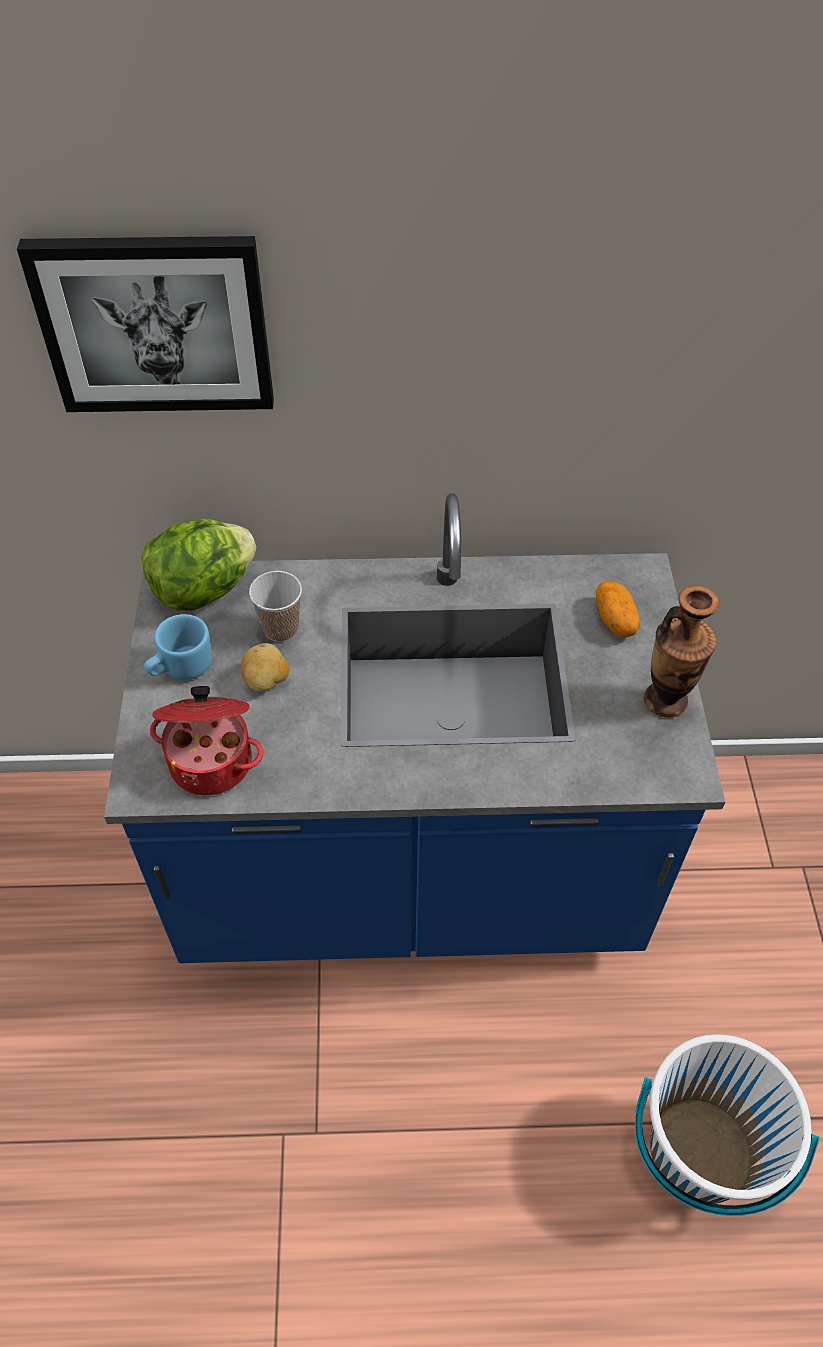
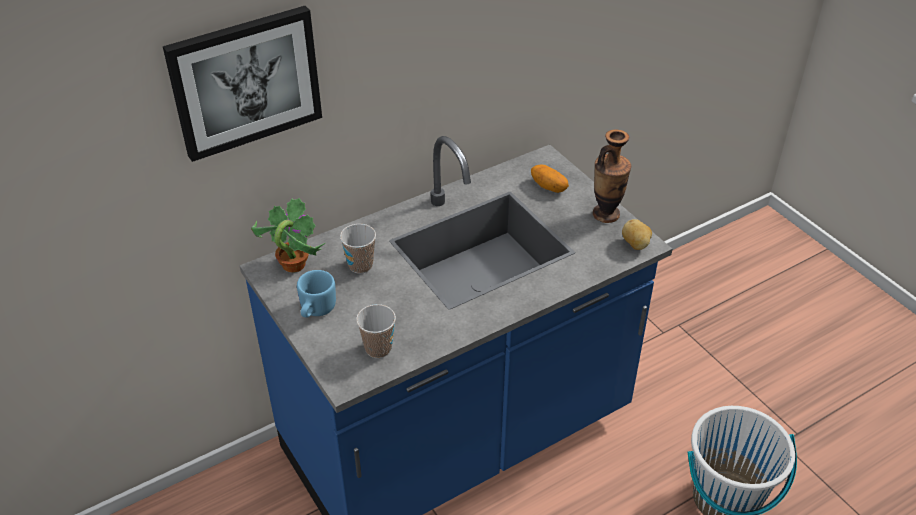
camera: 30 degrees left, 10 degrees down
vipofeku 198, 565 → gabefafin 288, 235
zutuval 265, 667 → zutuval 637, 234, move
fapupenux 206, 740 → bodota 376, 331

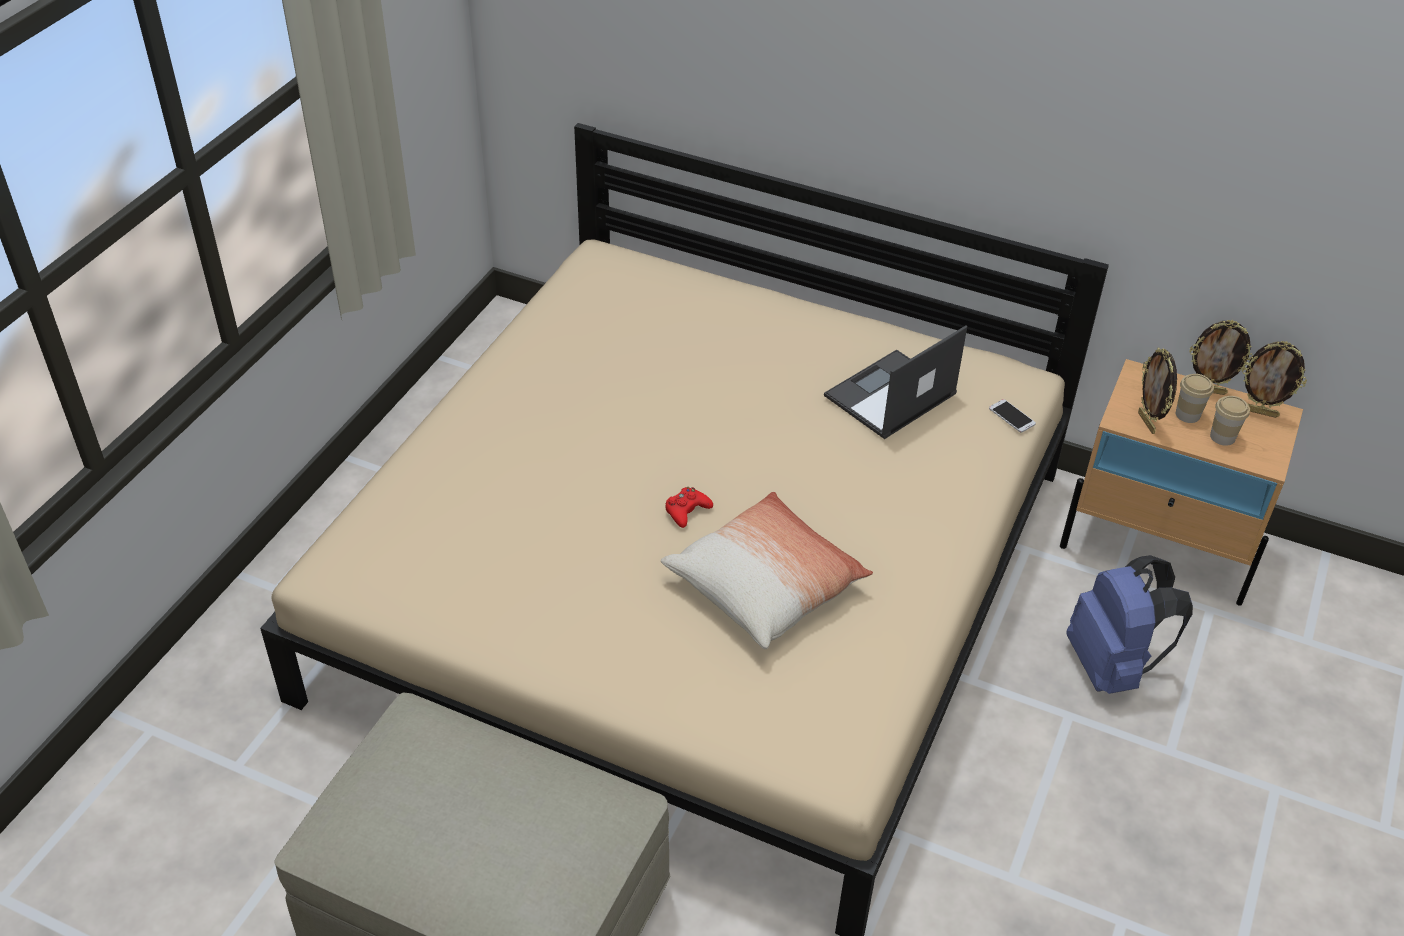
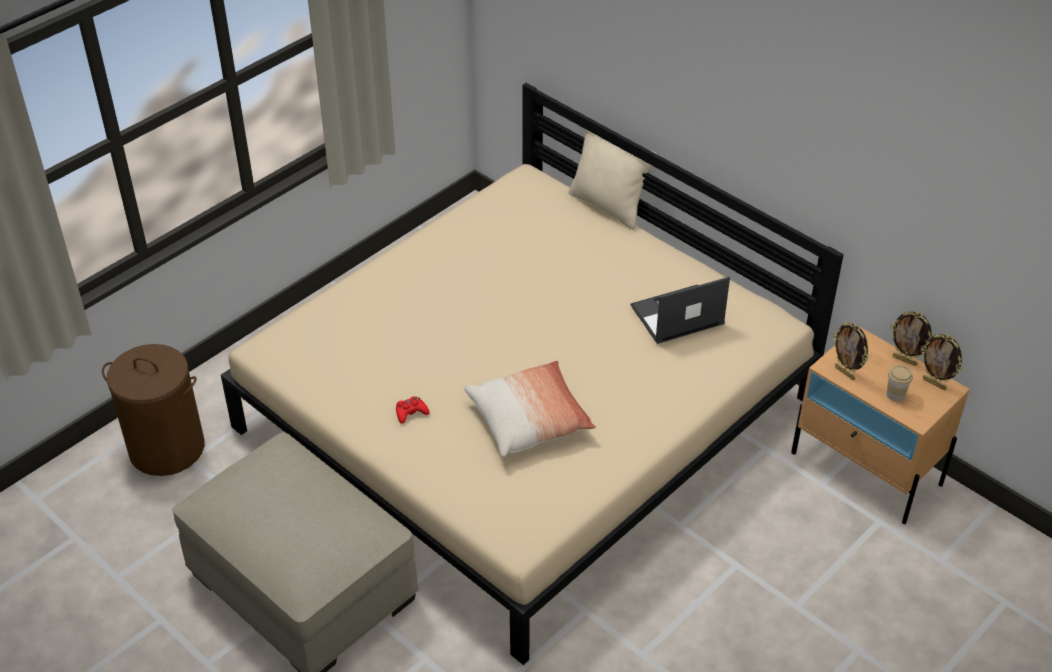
camera: 20 degrees right, 0 degrees up
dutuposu 1157, 391 → dutuposu 850, 351, 45 degrees counterclockwise
bodota 1195, 398 → -
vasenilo 1012, 416 → -
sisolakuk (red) 689, 507 → sisolakuk (red) 412, 410, move
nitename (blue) 1129, 624 → -
- → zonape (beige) 612, 179
- → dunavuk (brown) 153, 410

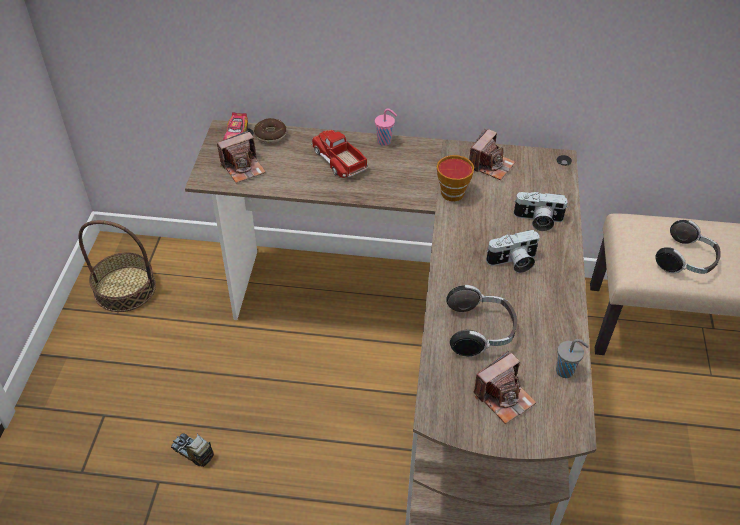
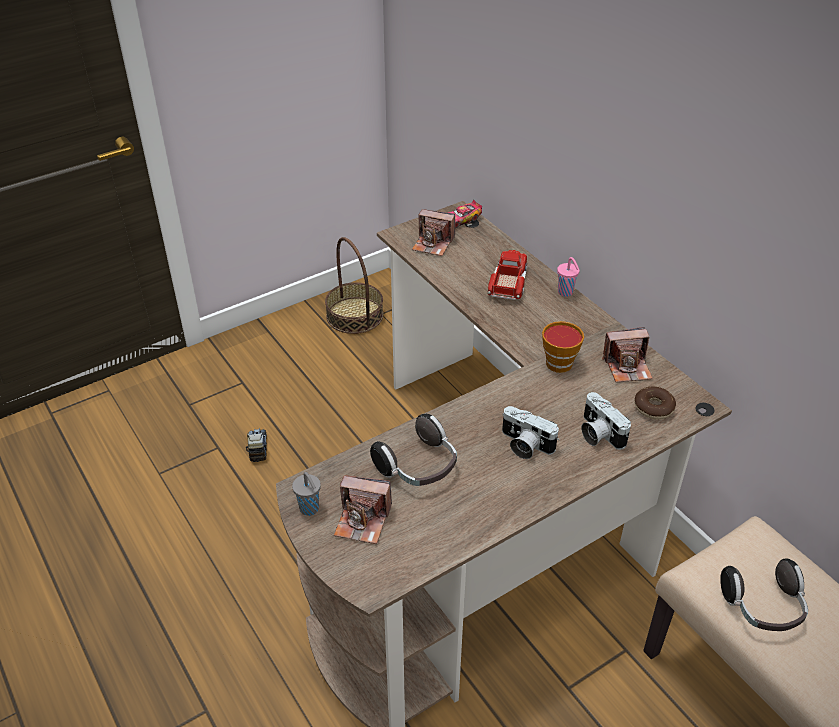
camera: 50 degrees right, 5 degrees down
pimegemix 270, 130 → pimegemix 655, 403, move
bodota (grey) 572, 358 → bodota (grey) 306, 494, move

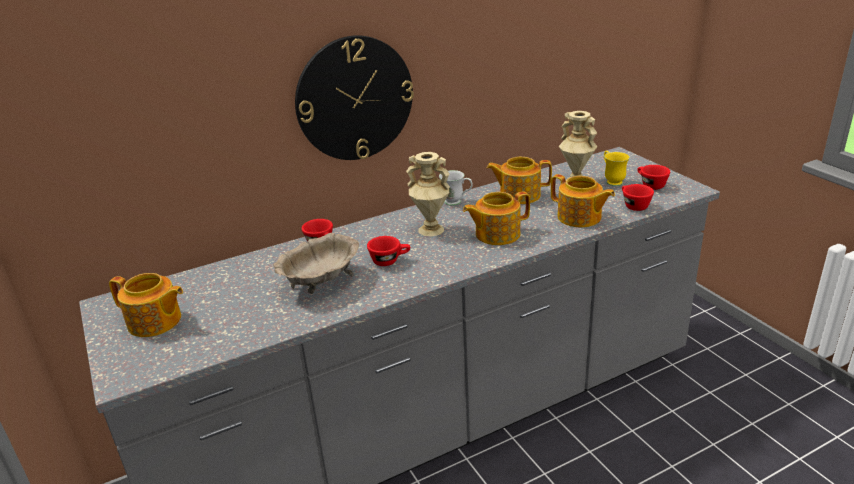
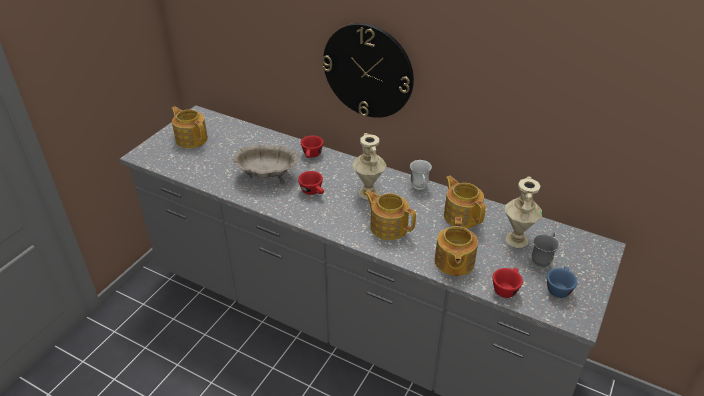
camera: 55 degrees right, 10 degrees up
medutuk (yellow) 617, 168 → medutuk (grey) 545, 250
bodota (red) 653, 177 → bodota (blue) 562, 282
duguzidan 146, 305 → duguzidan 189, 127, 150 degrees clockwise

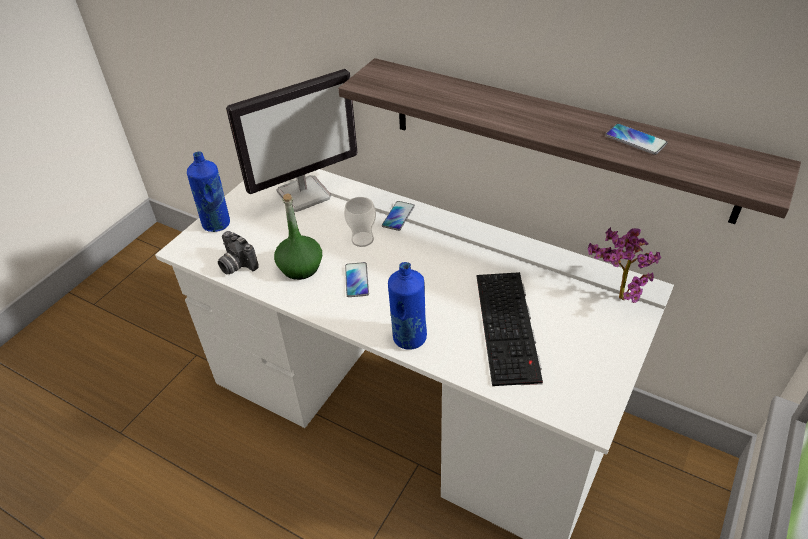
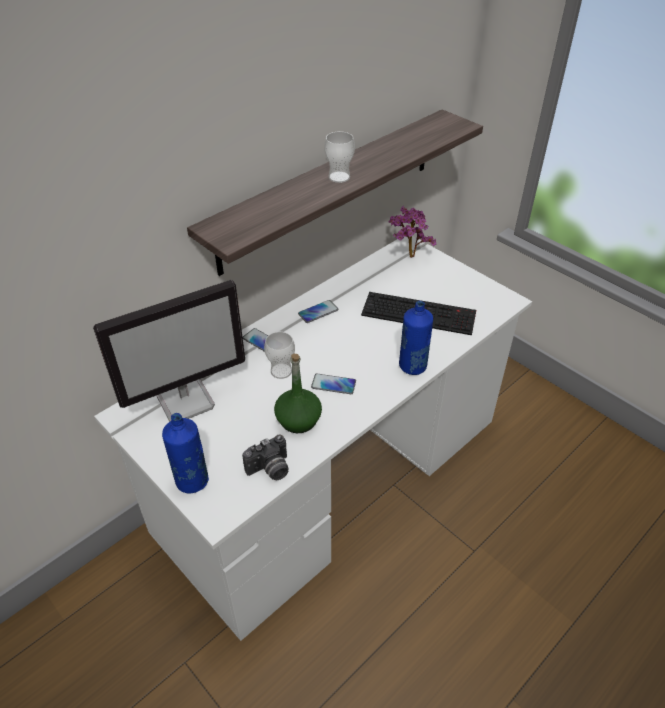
camera: 75 degrees left, 0 degrees up
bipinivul 291, 140 → bipinivul 169, 351, 75 degrees clockwise
vasenilo 636, 139 → vasenilo 318, 311, move
- → bodota 339, 157

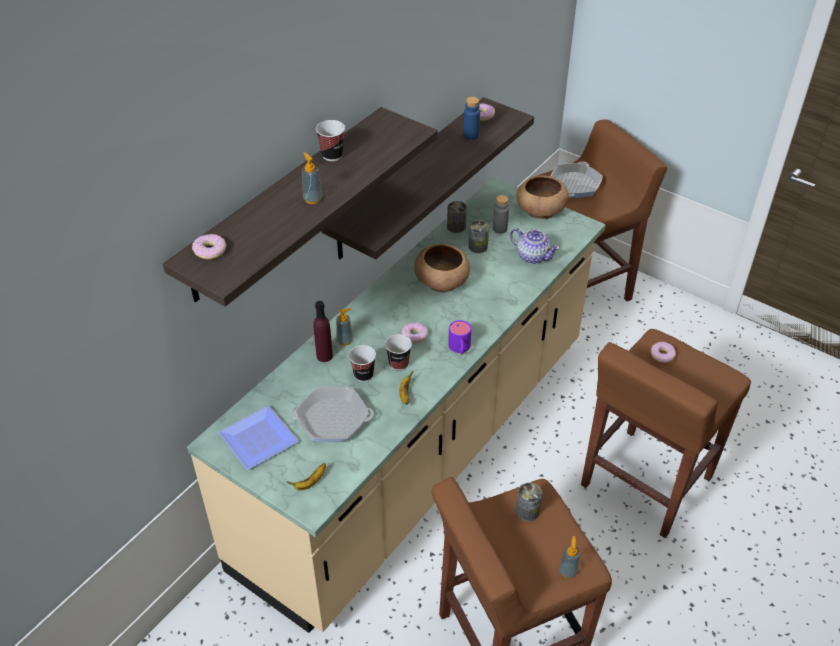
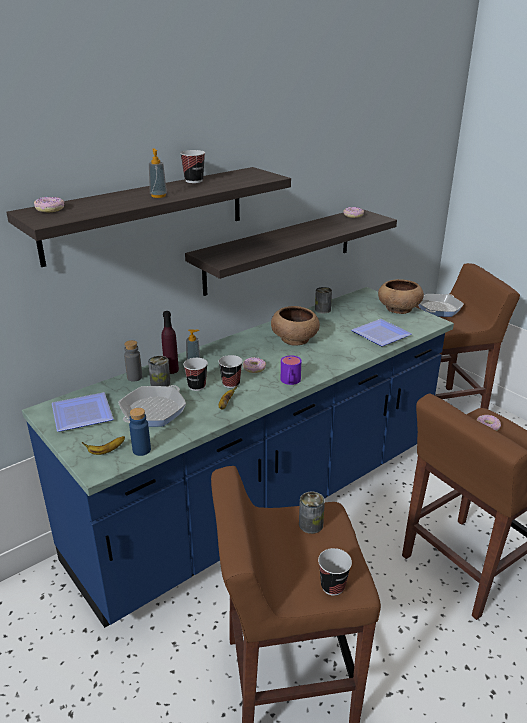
camera: 15 degrees right, 15 degrees down
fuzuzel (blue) 471, 118 → fuzuzel (blue) 140, 432, move
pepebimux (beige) 396, 405 → pepebimux (blue) 238, 457
fuzuzel (grey) 501, 214 → fuzuzel (grey) 133, 360, move
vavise 478, 237 → vavise 159, 371, move
duguzidan 535, 246 → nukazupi 381, 332
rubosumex 332, 414 → rubosumex 152, 406, 105 degrees clockwise
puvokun 569, 557 → bodota 335, 572

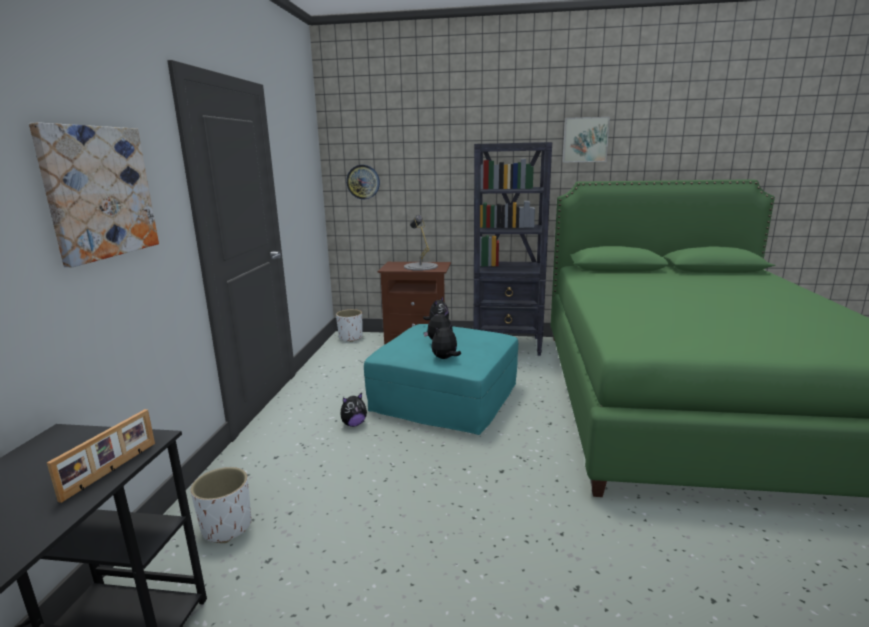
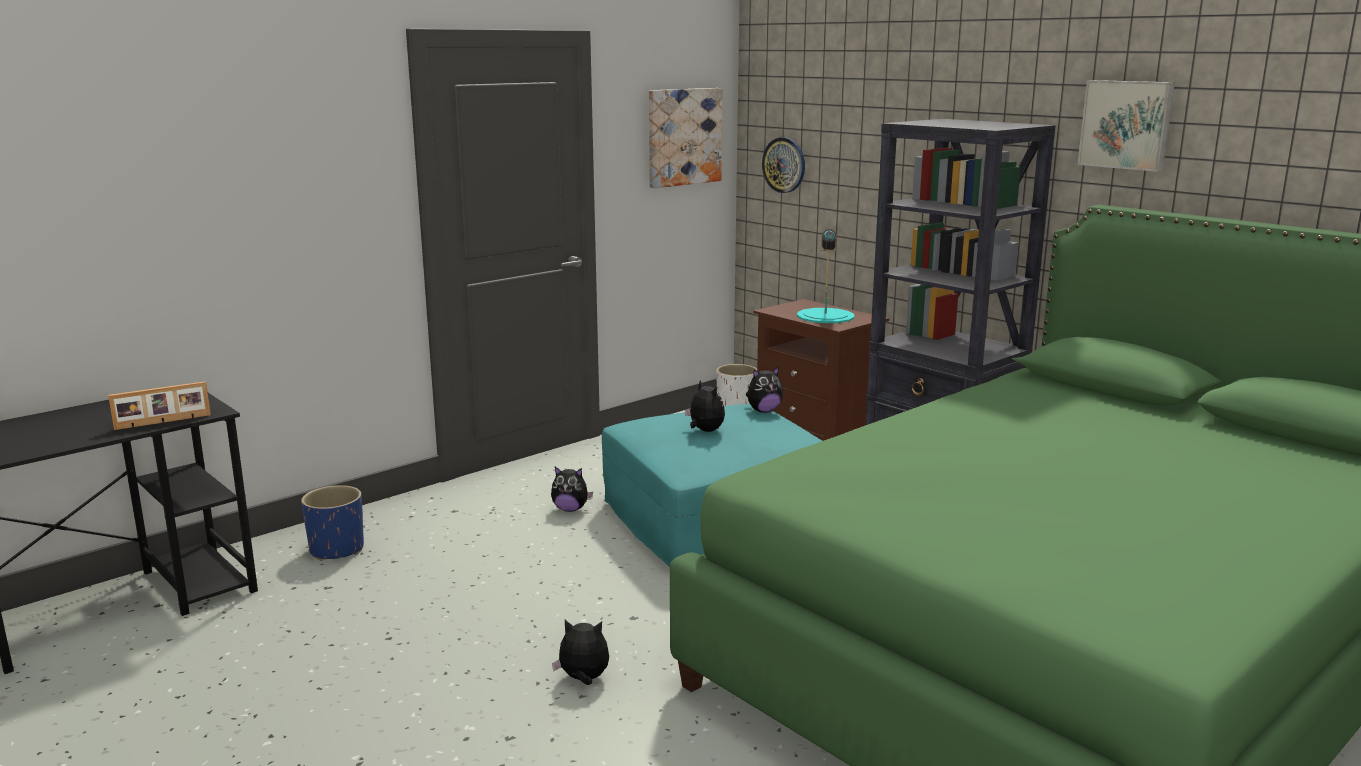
camera: 40 degrees right, 0 degrees up
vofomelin 94, 195 → vofomelin 685, 138, move
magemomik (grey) 421, 243 → magemomik (turquoise) 825, 276
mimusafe 446, 341 → mimusafe 580, 652, move
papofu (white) 221, 505 → papofu (blue) 332, 523

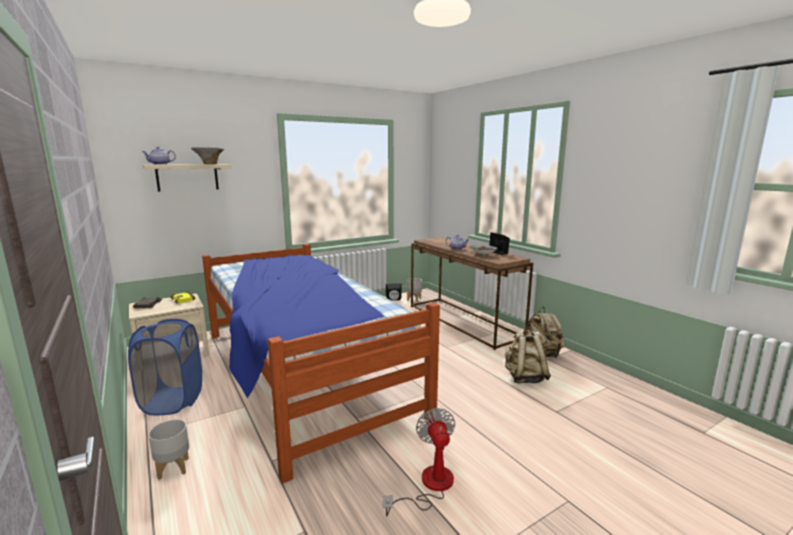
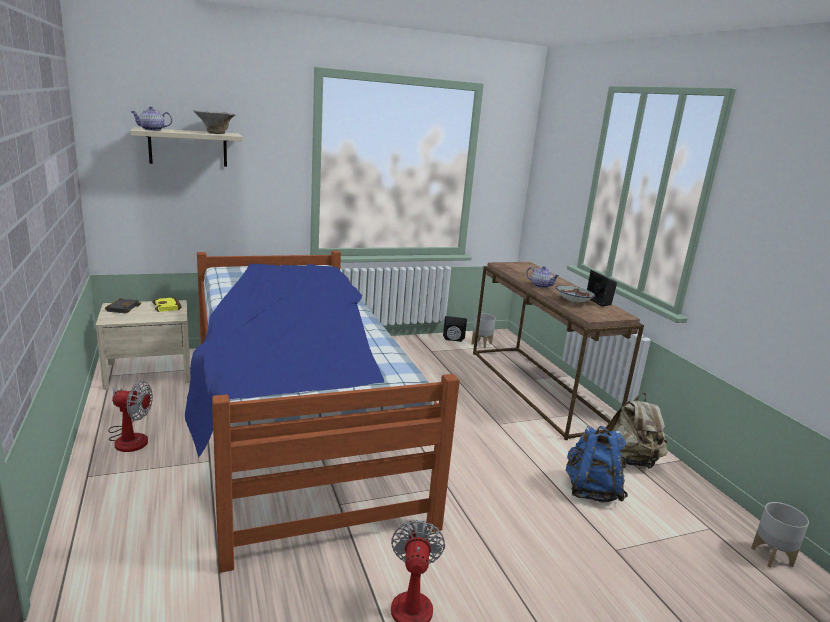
camera: 10 degrees right, 5 degrees up
dunavuk (blue) 165, 367 → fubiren 130, 416
nitename (beige) 527, 356 → nitename (blue) 597, 464
papofu (grey) 168, 449 → papofu (grey) 780, 535, move

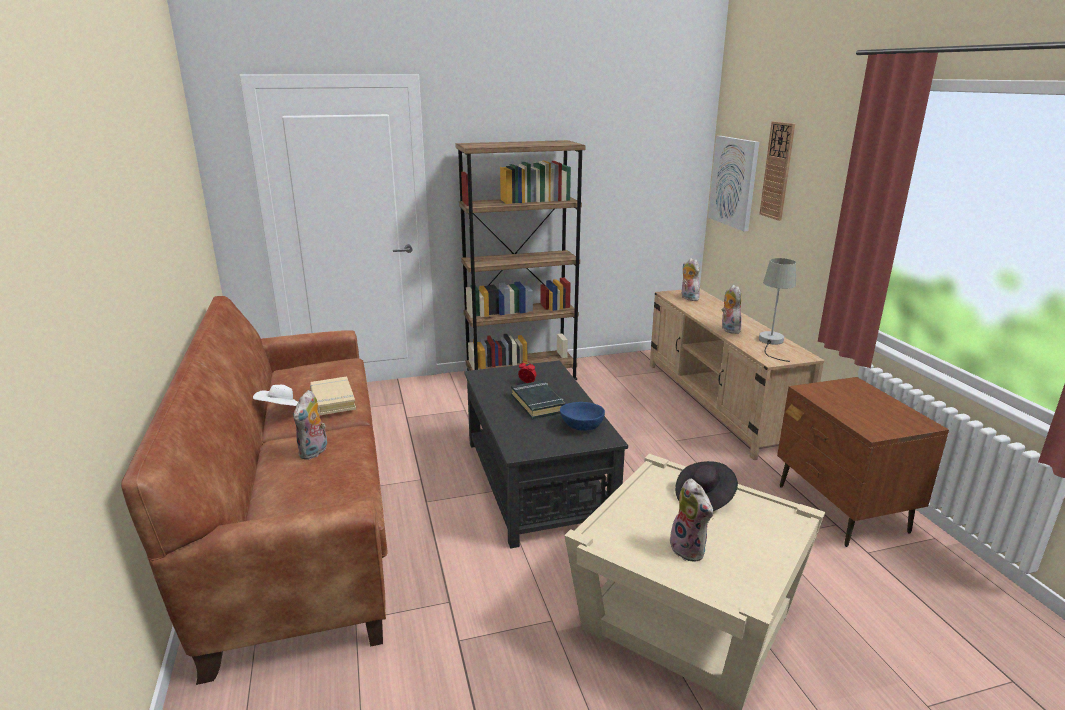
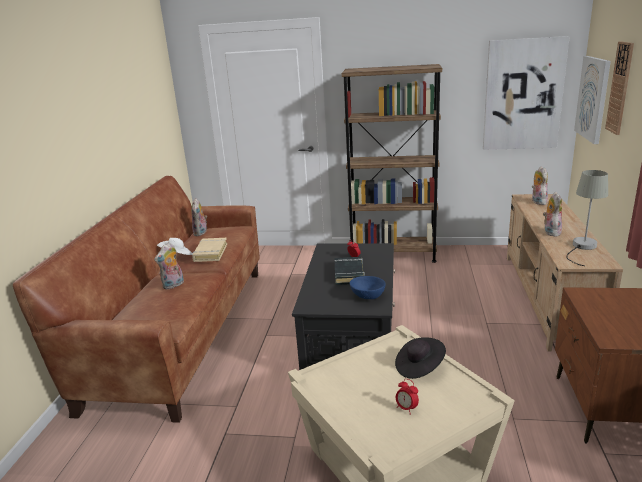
camera: 25 degrees right, 0 degrees up
mimusafe 691, 520 → mimusafe 199, 217, move
- → vofomelin 526, 93
- → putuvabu 407, 397

